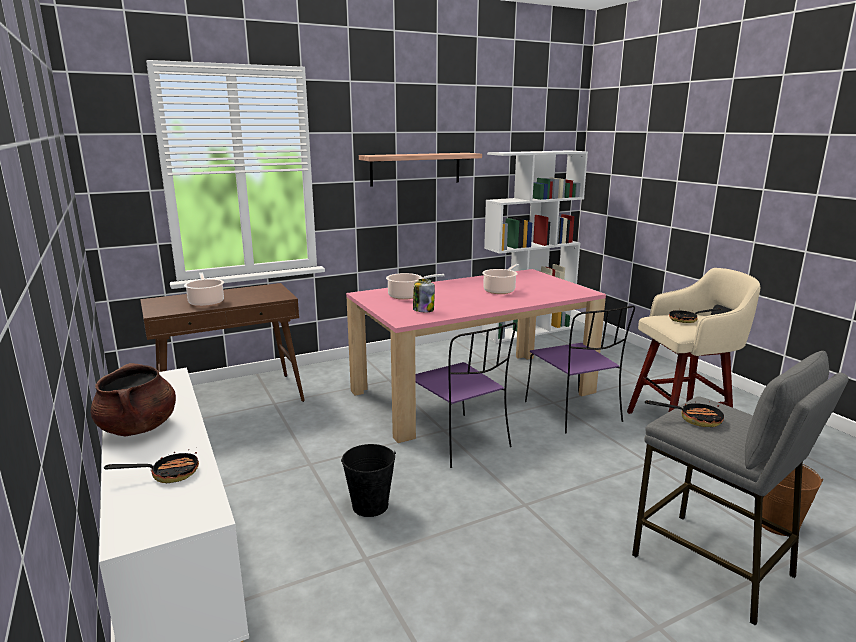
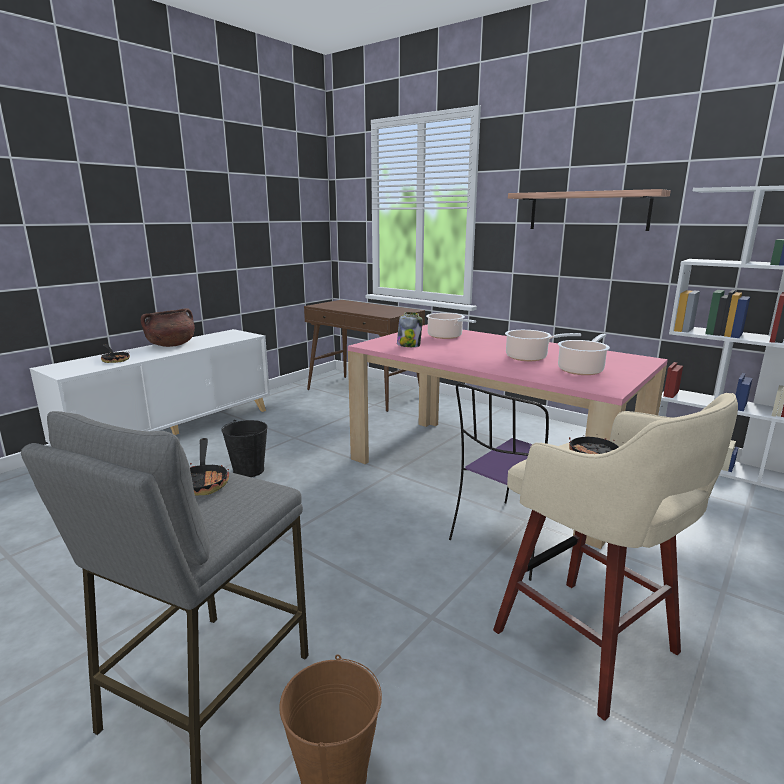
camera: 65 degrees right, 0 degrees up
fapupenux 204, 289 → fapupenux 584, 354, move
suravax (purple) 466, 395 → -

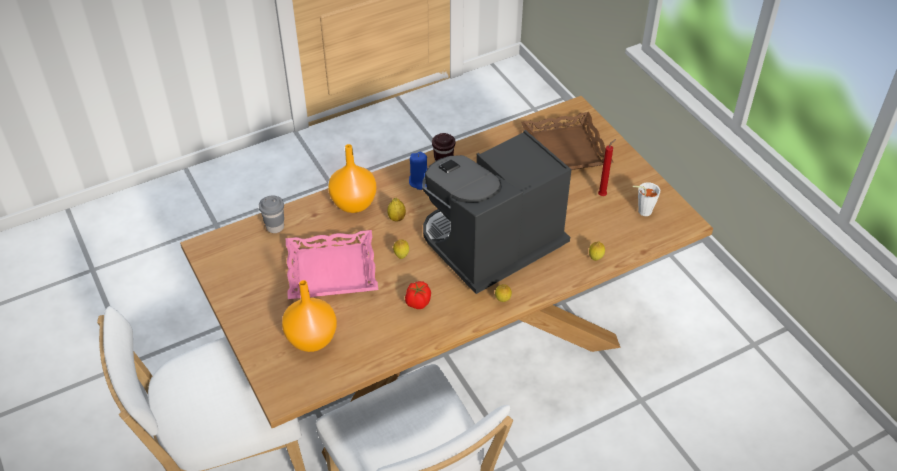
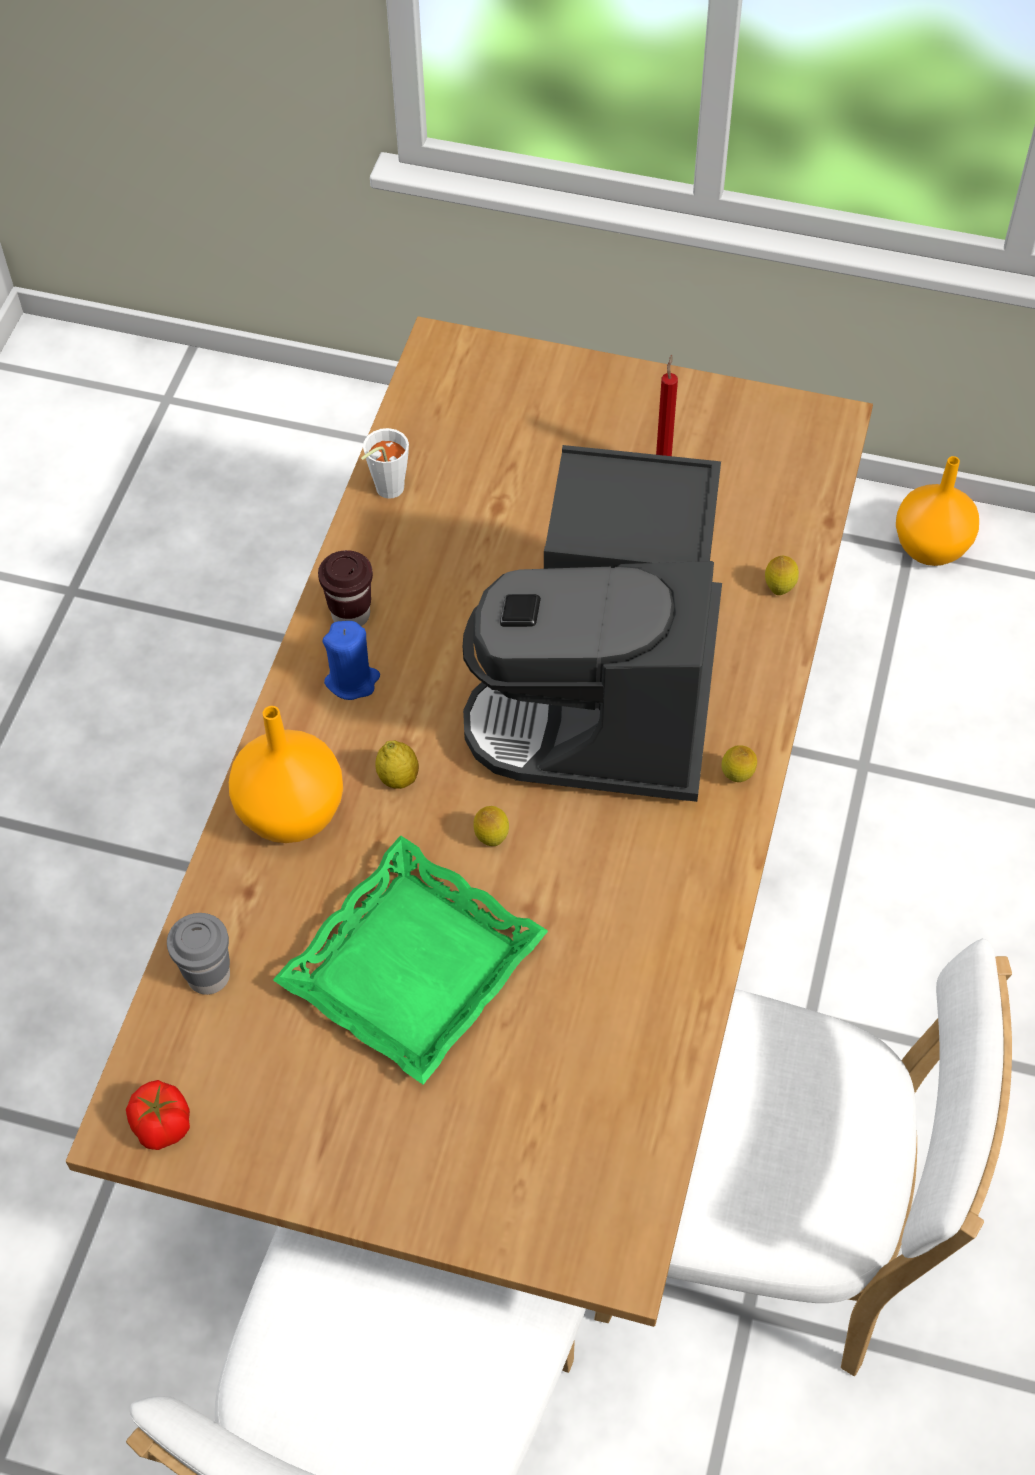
camera: 45 degrees left, 10 degrees up
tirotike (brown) 567, 141 → -
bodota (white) 646, 199 → bodota (white) 385, 463, move
tirotike (pink) 332, 264 → tirotike (green) 410, 959
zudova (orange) 309, 316 → zudova (orange) 937, 511, move
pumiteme 418, 295 → pumiteme 158, 1115, move

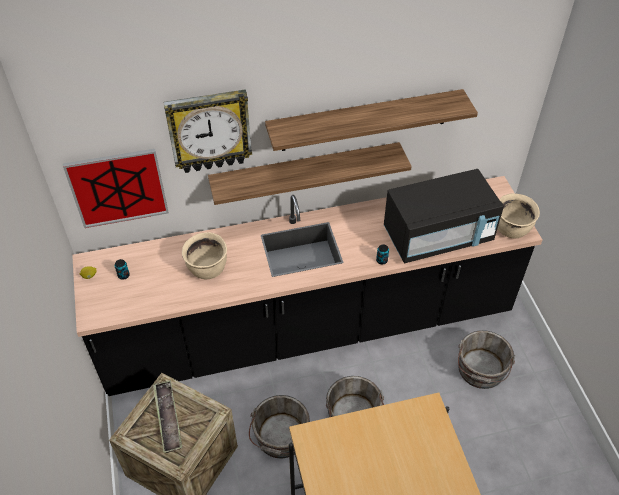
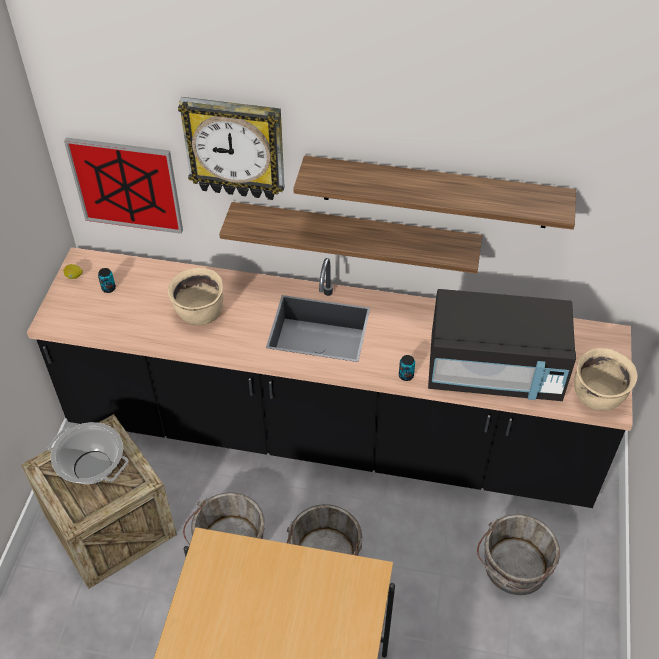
camera: 25 degrees right, 0 degrees up
tirotike 167, 416 → fapupenux 88, 453

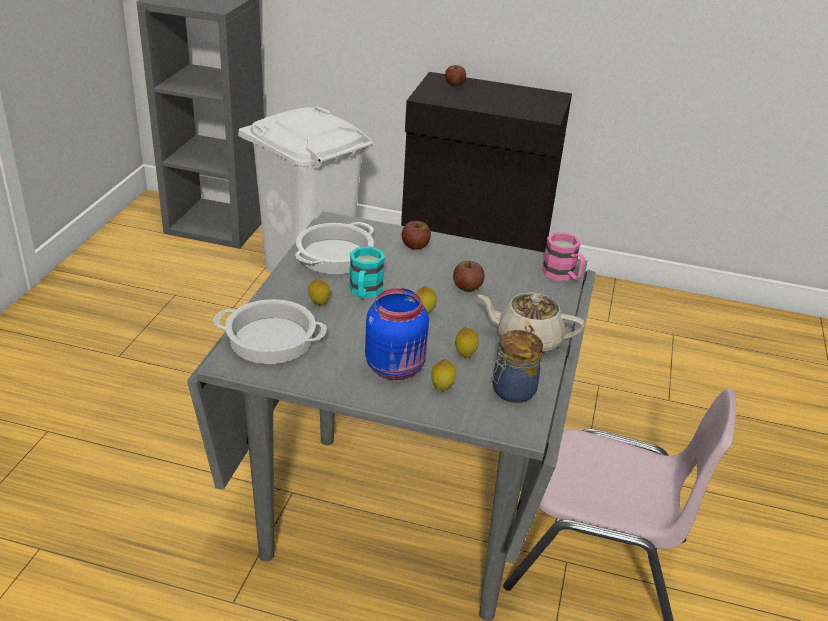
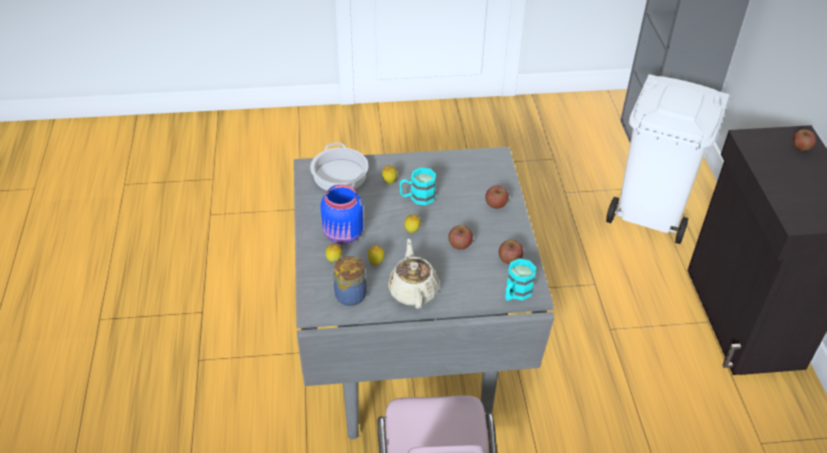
camera: 70 degrees right, 10 degrees up
fapupenux 334, 248 → -
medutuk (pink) 563, 256 → medutuk (turquoise) 520, 279
- → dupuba 511, 252

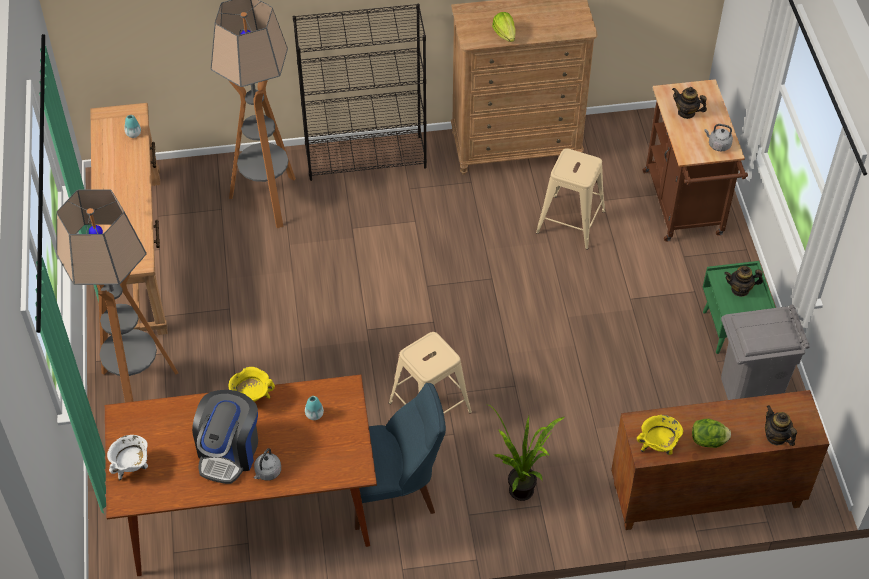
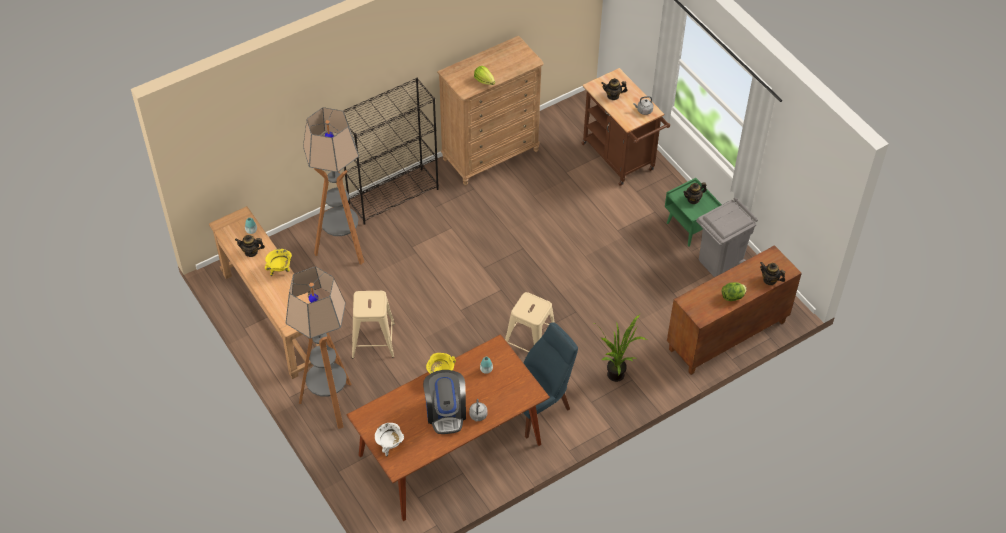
camera: 25 degrees left, 0 degrees up
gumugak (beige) 570, 198 → gumugak (beige) 373, 324, move
fapupenux (yellow) 660, 435 → fapupenux (yellow) 278, 262, move
- → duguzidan 250, 246

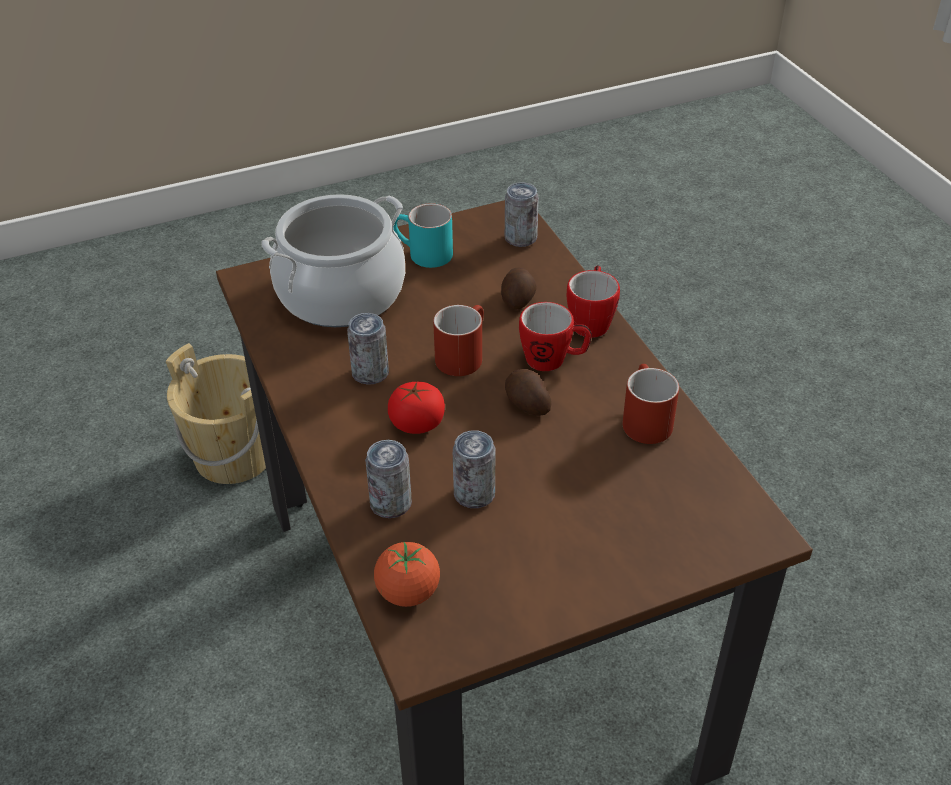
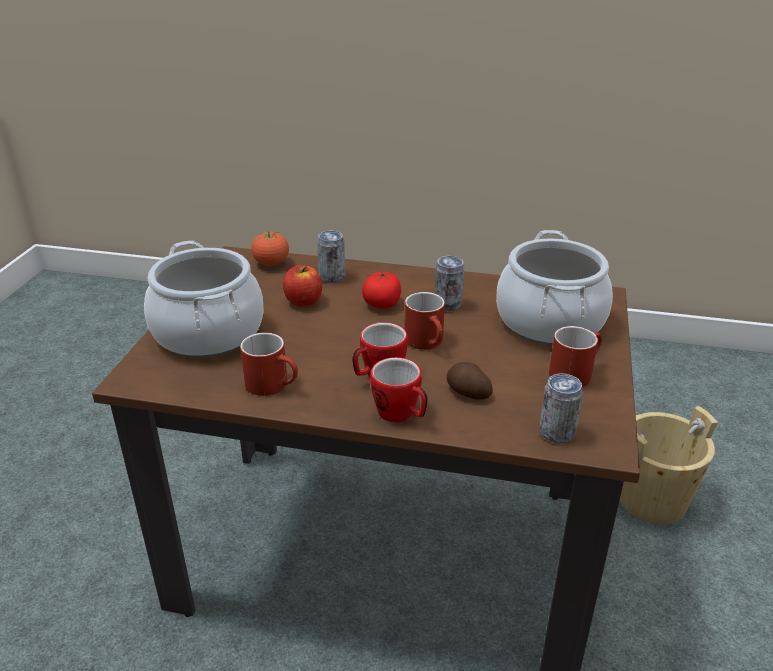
camera: 125 degrees right, 10 degrees down
medutuk (turquoise) 423, 235 → medutuk (red) 575, 356
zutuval 528, 392 → -
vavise 474, 469 → dupuba 302, 286
- → fapupenux 204, 299

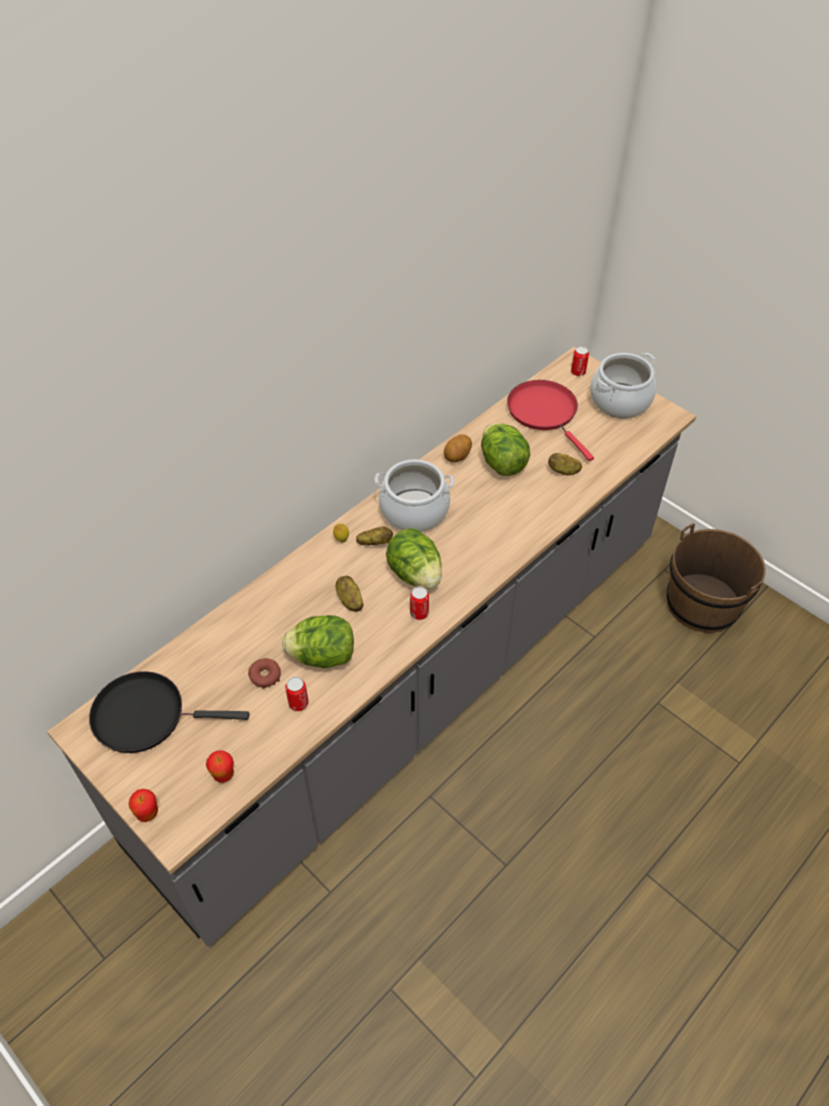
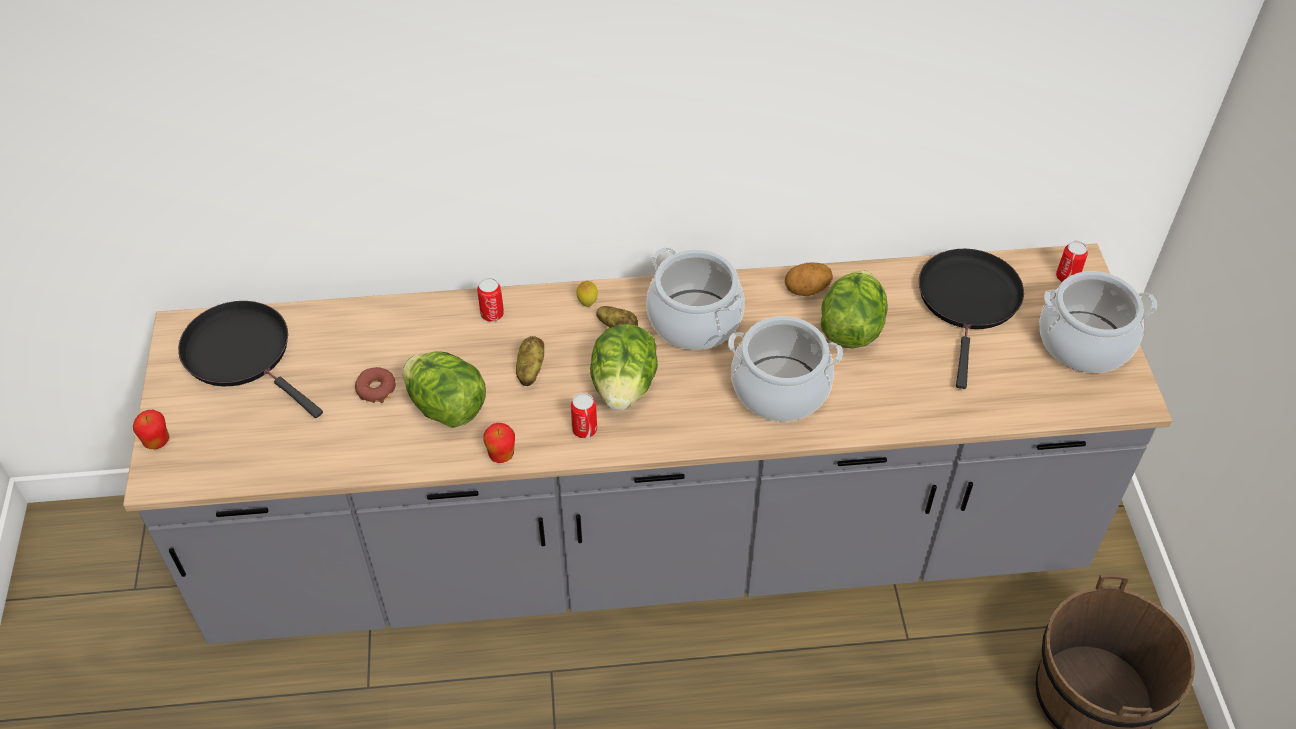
camera: 40 degrees right, 0 degrees up
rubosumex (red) 550, 420 → rubosumex (black) 971, 319
zutuval 565, 464 → -
vavise 297, 694 → vavise 490, 300, move
dupuba 220, 766 → dupuba 499, 443, move
- → fapupenux 785, 368

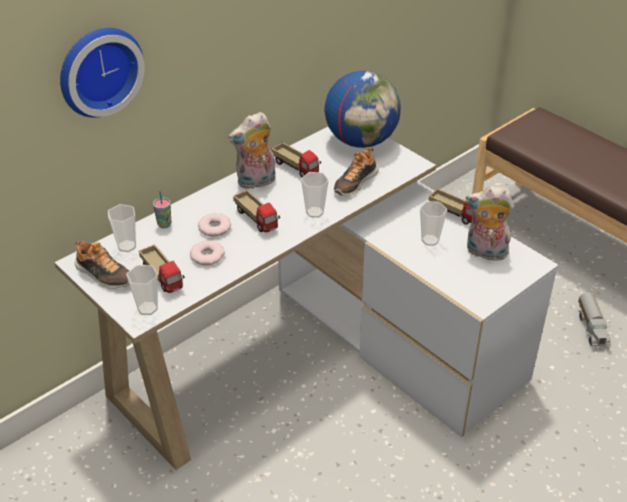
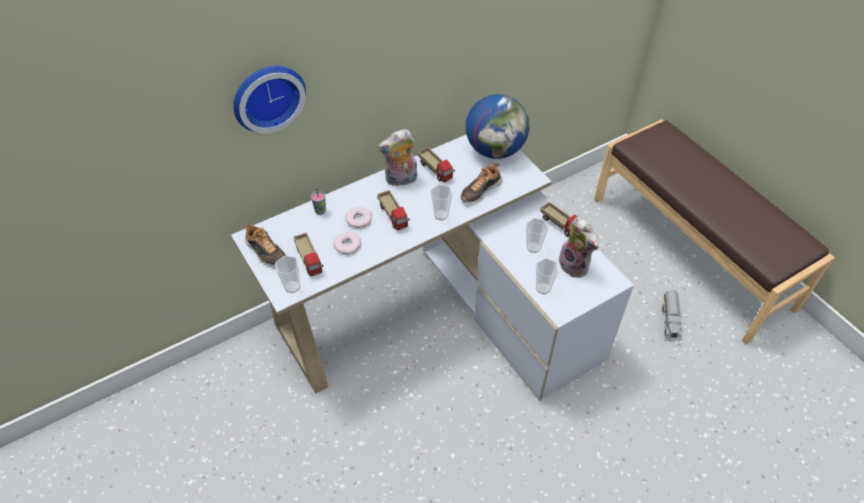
camera: 10 degrees right, 10 degrees up
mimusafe 490, 223 → mimusafe 579, 247, 150 degrees counterclockwise
bodota 122, 228 → bodota 547, 276, move

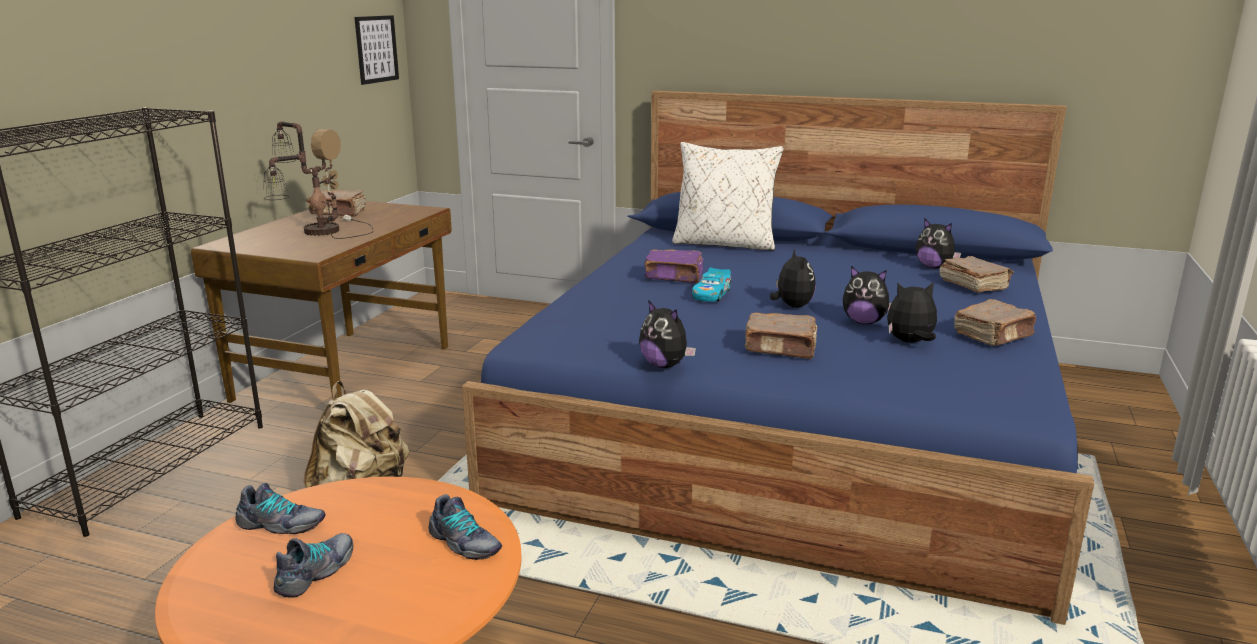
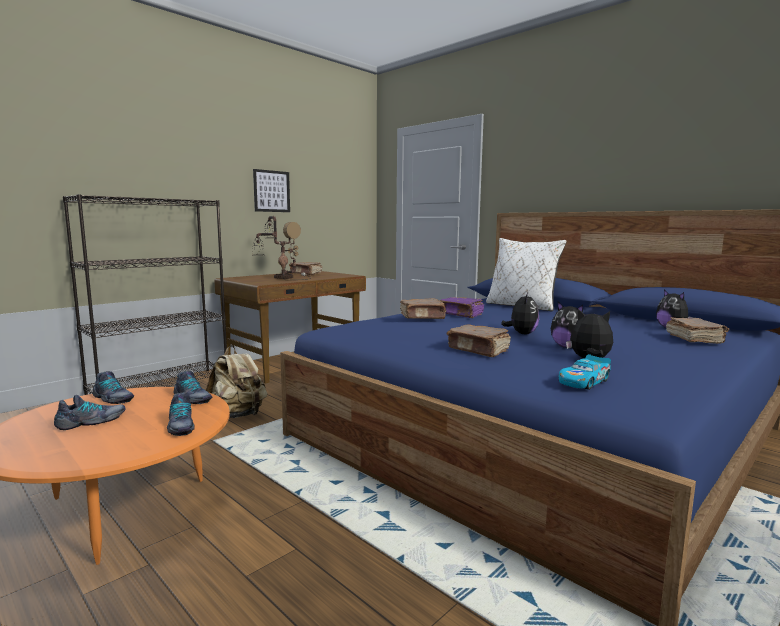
camera: 25 degrees right, 10 degrees down
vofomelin 376, 50 → vofomelin 271, 190, move
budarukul 712, 284 → budarukul 585, 372, move
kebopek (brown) 995, 322 → kebopek (brown) 423, 308, move
mimusafe 667, 334 → -
- → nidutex 193, 387

